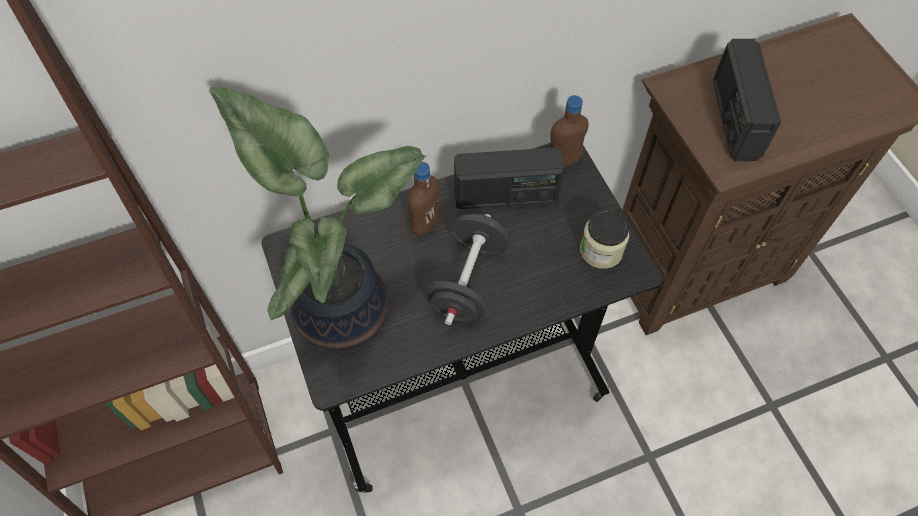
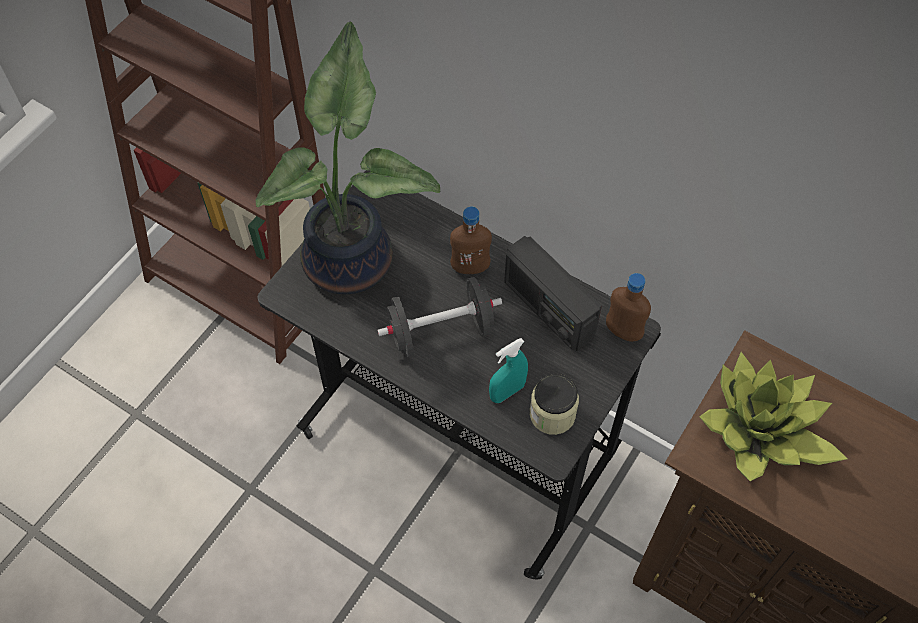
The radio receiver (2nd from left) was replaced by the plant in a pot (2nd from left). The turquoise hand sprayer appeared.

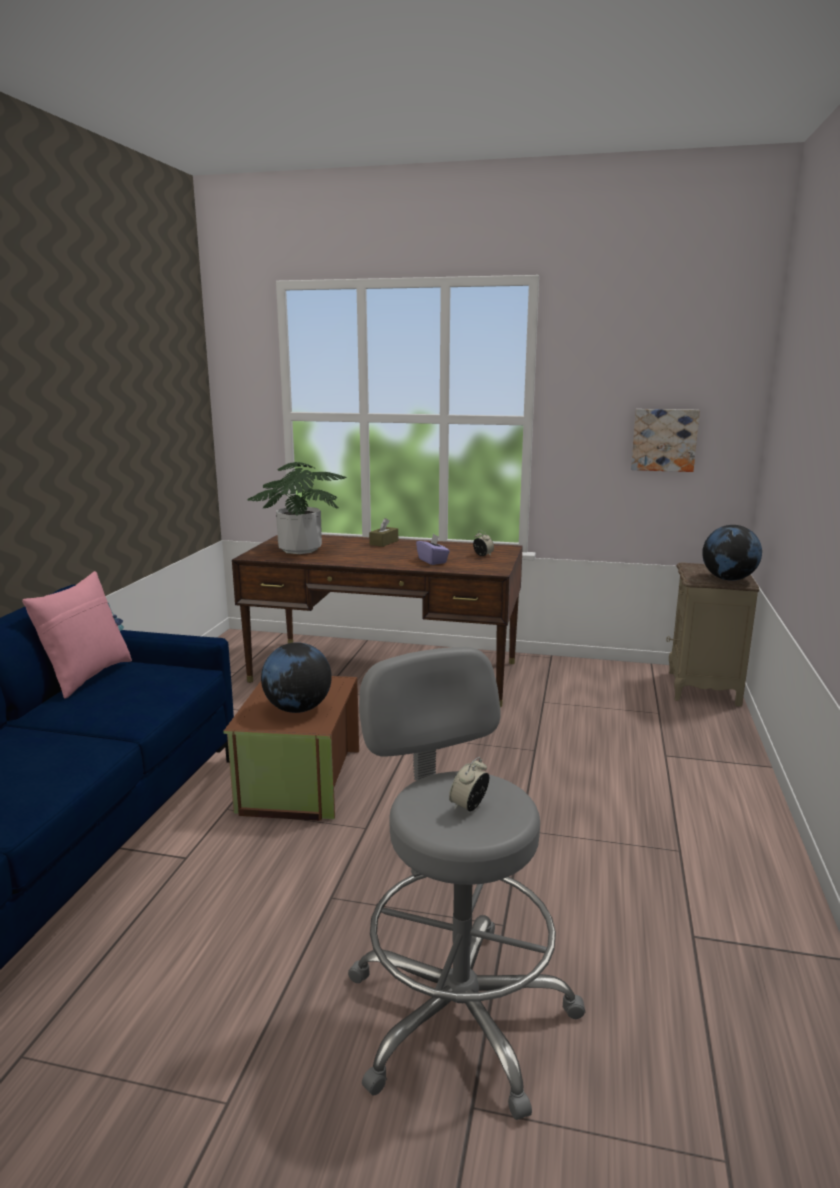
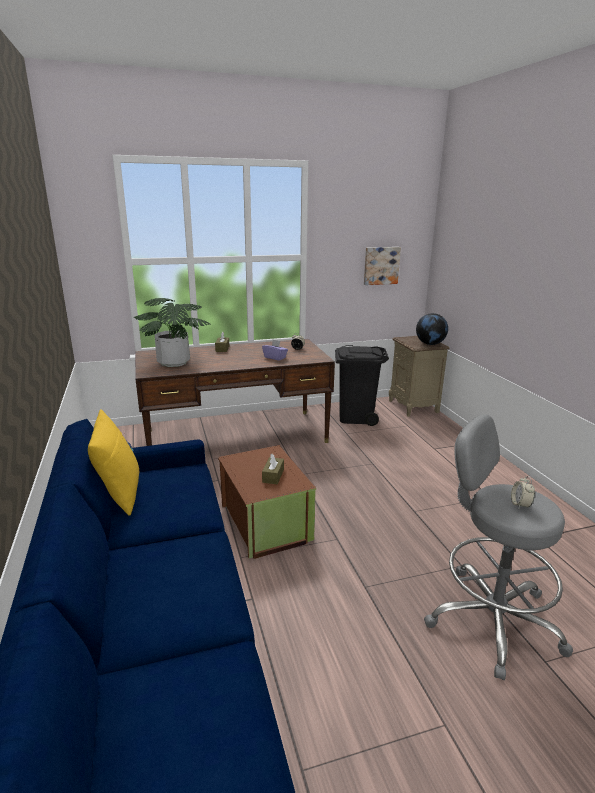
The pinkish cushion became the yellow-coloured cushion. The desk globe (1st from left) was replaced by the brownish tissue holder (2nd from left). The black-coloured rubbish bin appeared.

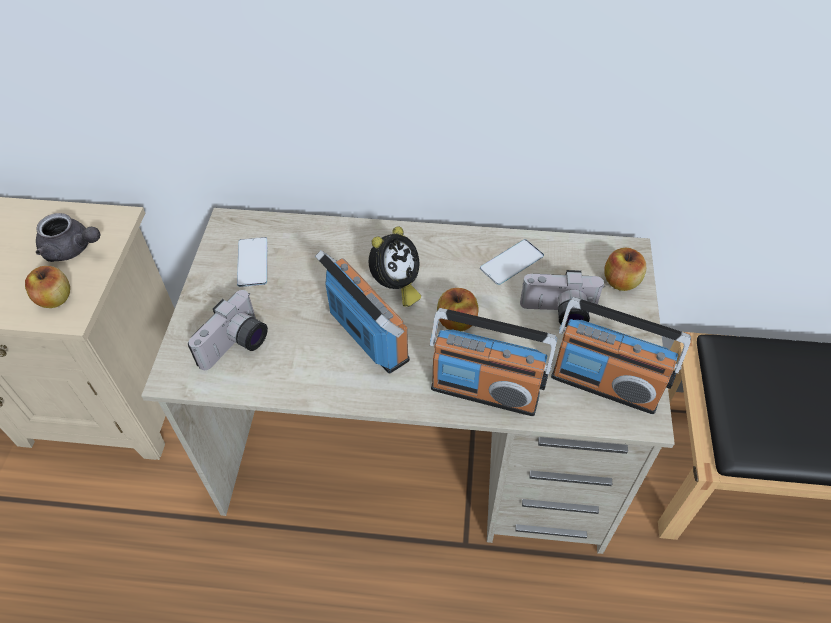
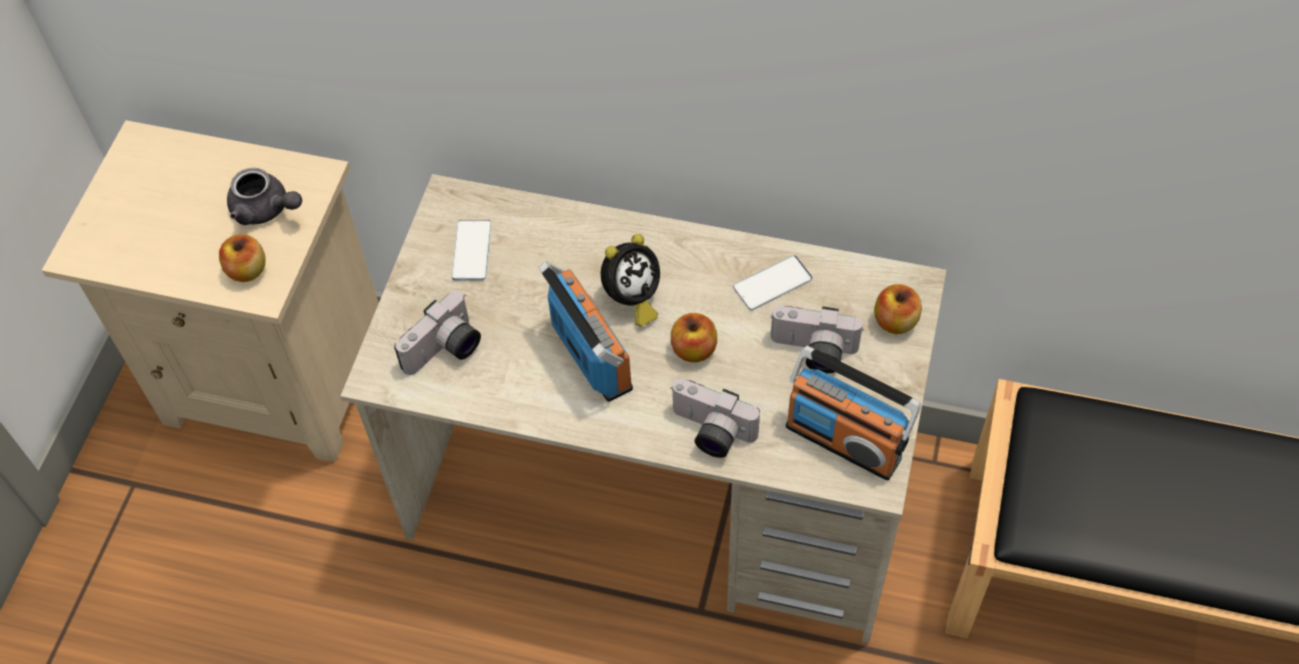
The radio receiver (2nd from left) was replaced by the still camera (2nd from left).

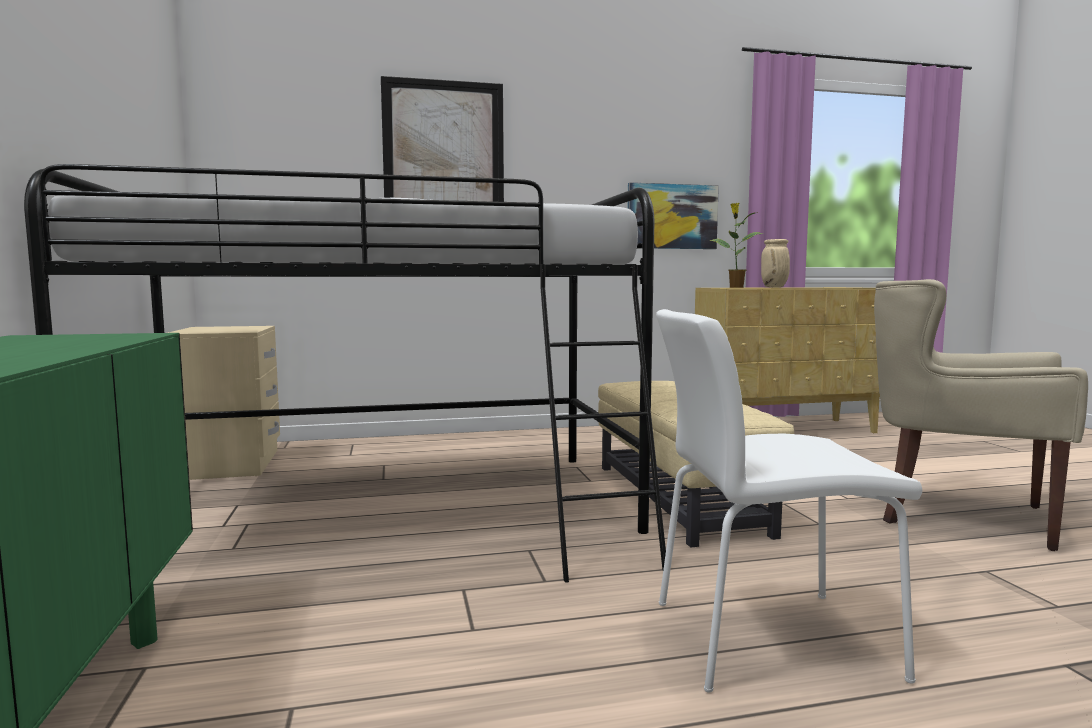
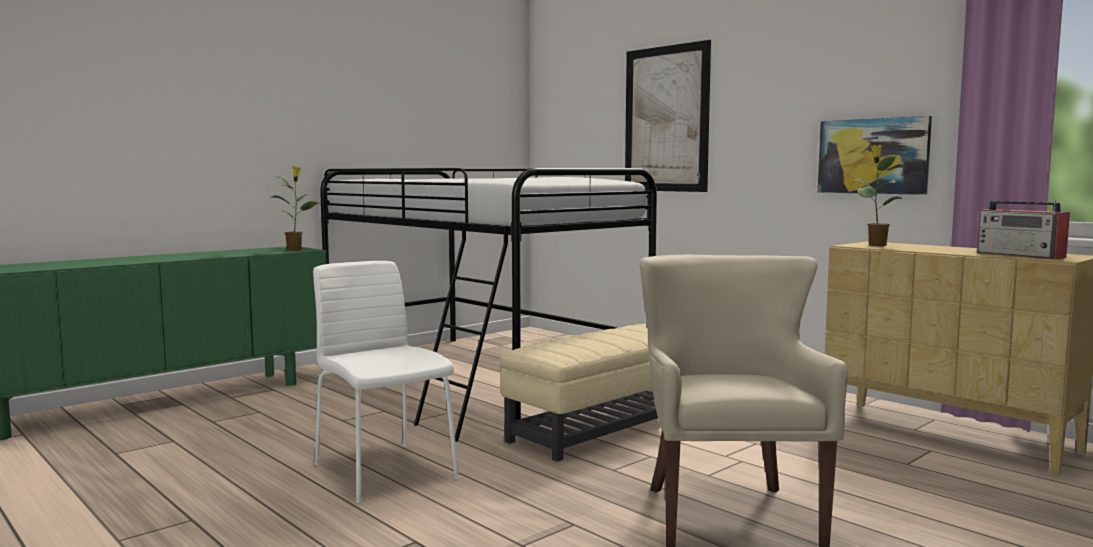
The sand-coloured vase disappeared. The sand-coloured nightstand disappeared. The plant in a pot (1st from left) appeared. The radio receiver appeared.

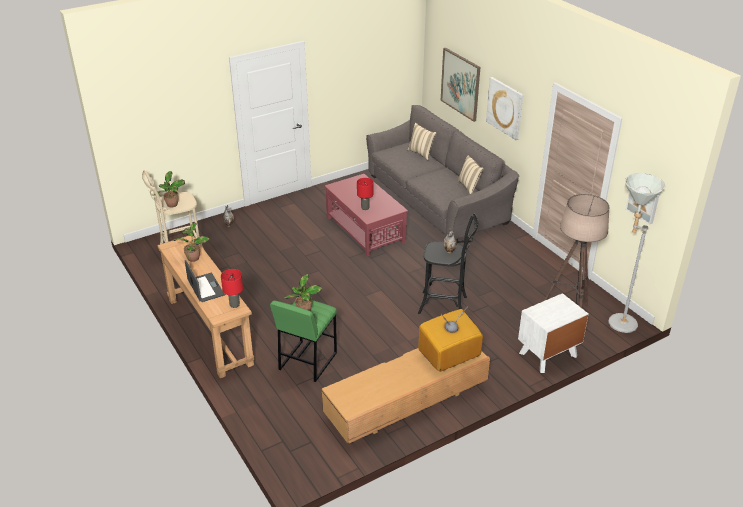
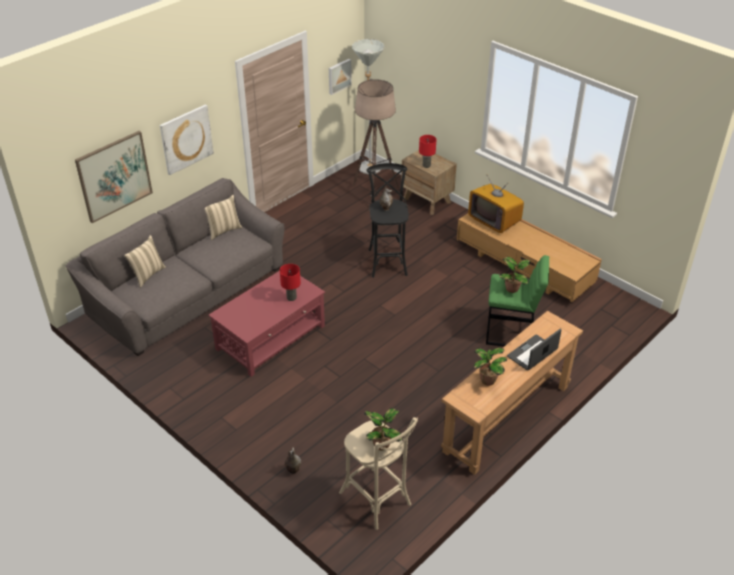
The red lamp for a table (1st from left in the first image) moved. The white nightstand became the brownish nightstand.

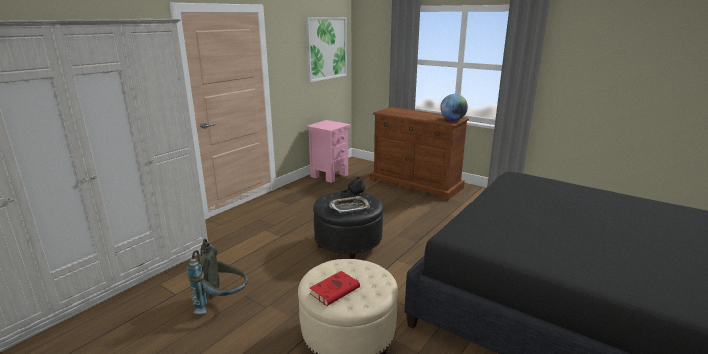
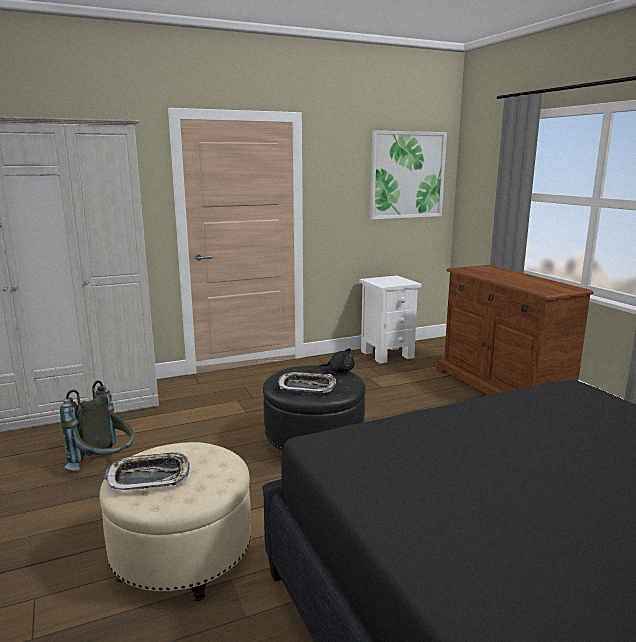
The desk globe disappeared. The pinkish nightstand became the white nightstand. The red volume was replaced by the serving tray (1st from left).

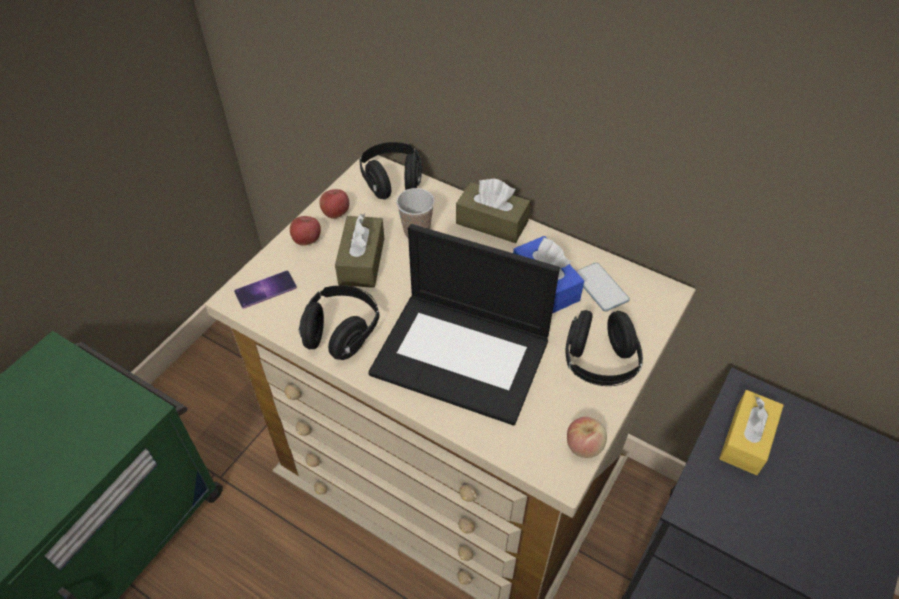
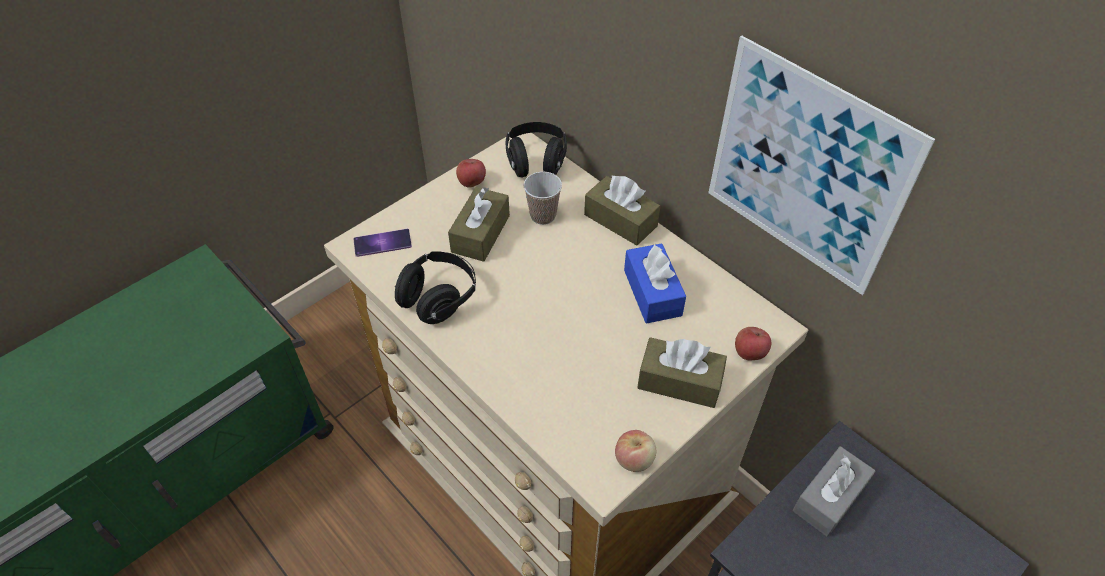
The whole apple (1st from left in the first image) moved. The notebook computer disappeared. The handset (2nd from left) disappeared. The black-coloured headphones (3rd from left) was replaced by the brownish tissue holder (3rd from left). The yellow-coloured tissue holder became the gray tissue holder. The wall art appeared.

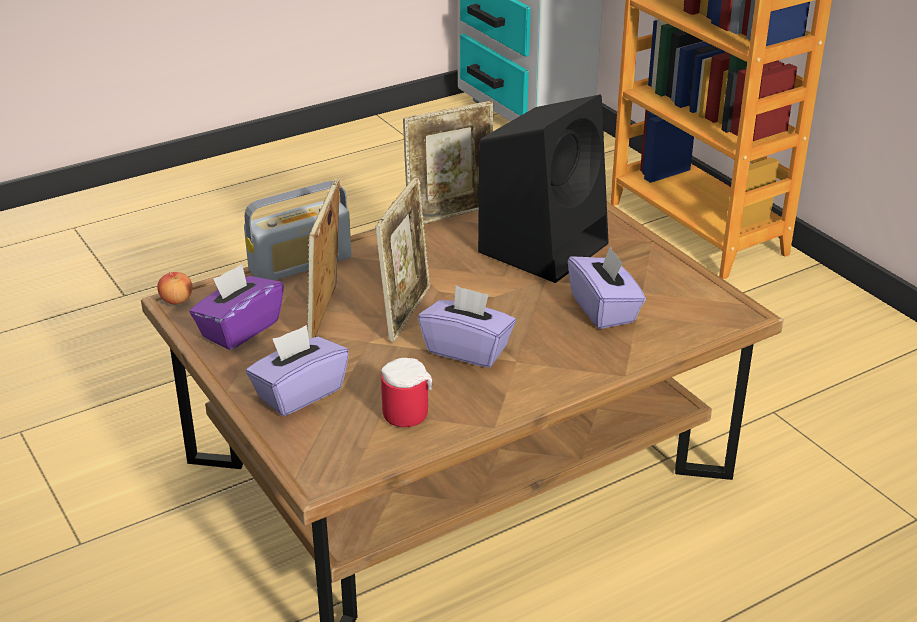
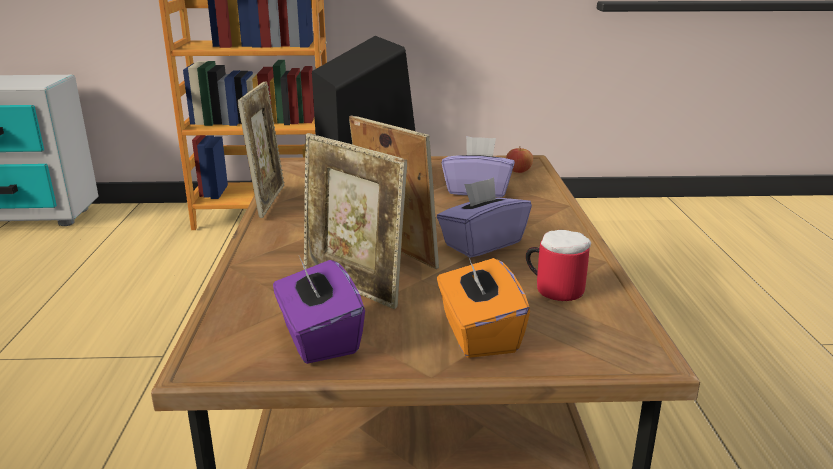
The radio receiver disappeared. The whole apple moved. The purple tissue holder (2nd from left) became the orangey tissue holder.

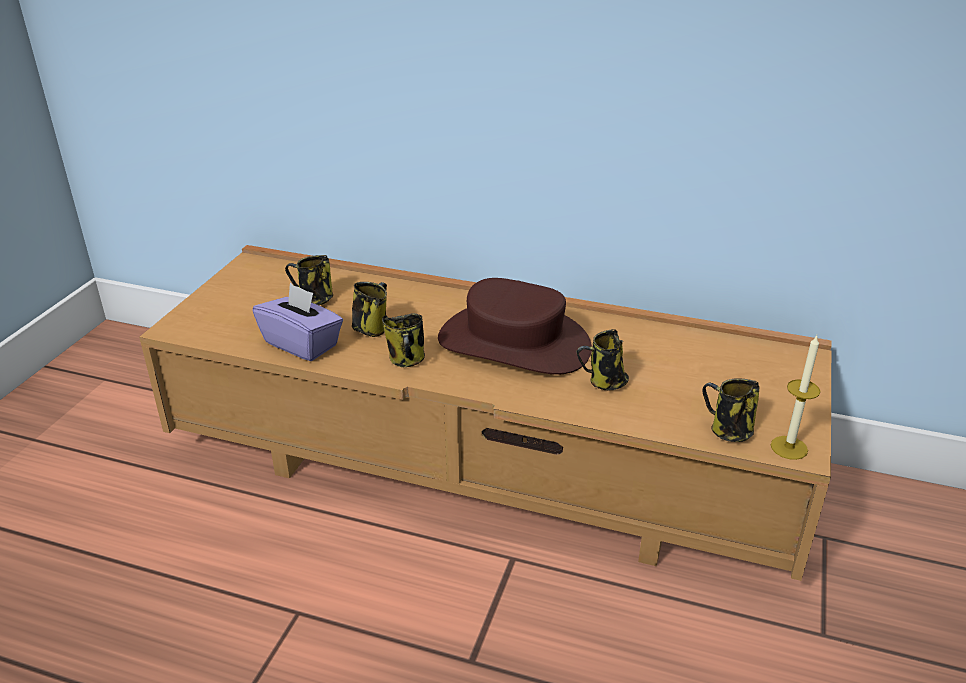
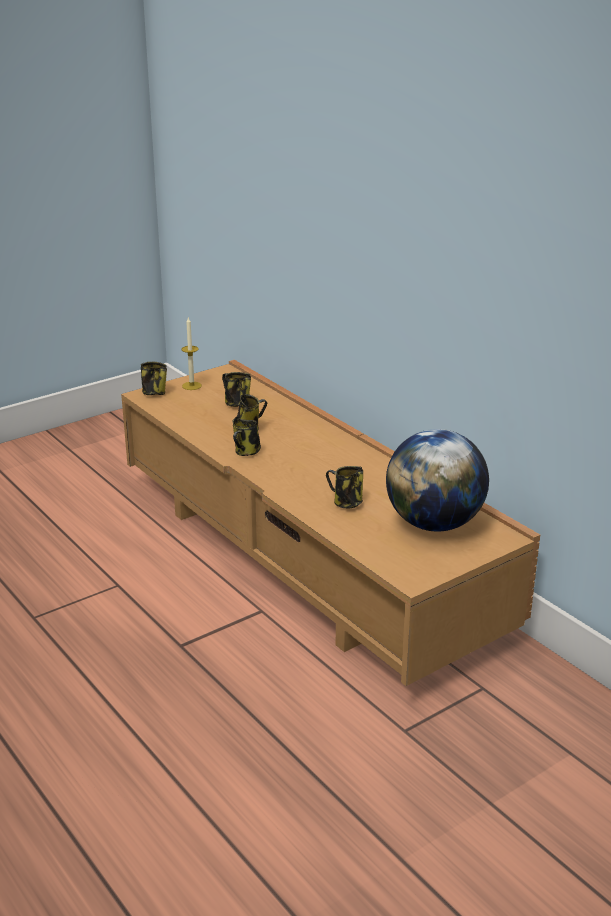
The brownish wearable hat disappeared. The purple tissue holder disappeared. The candle moved. The coffee mug (5th from left in the first image) moved. The desk globe appeared.

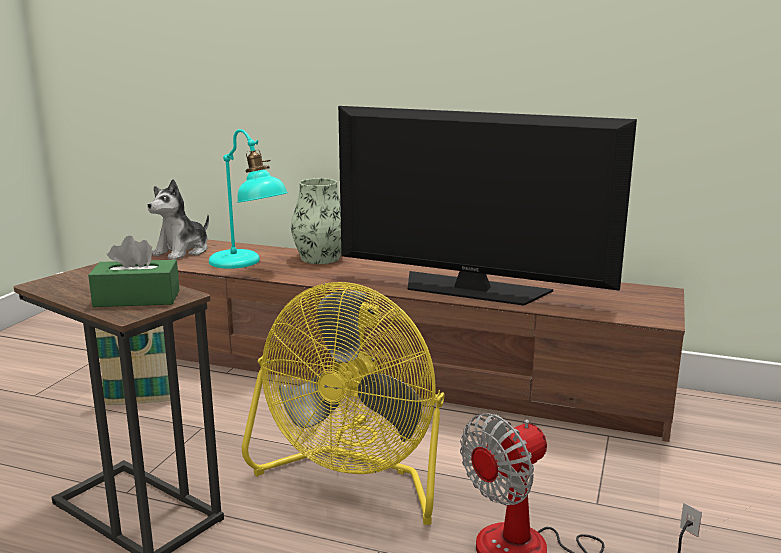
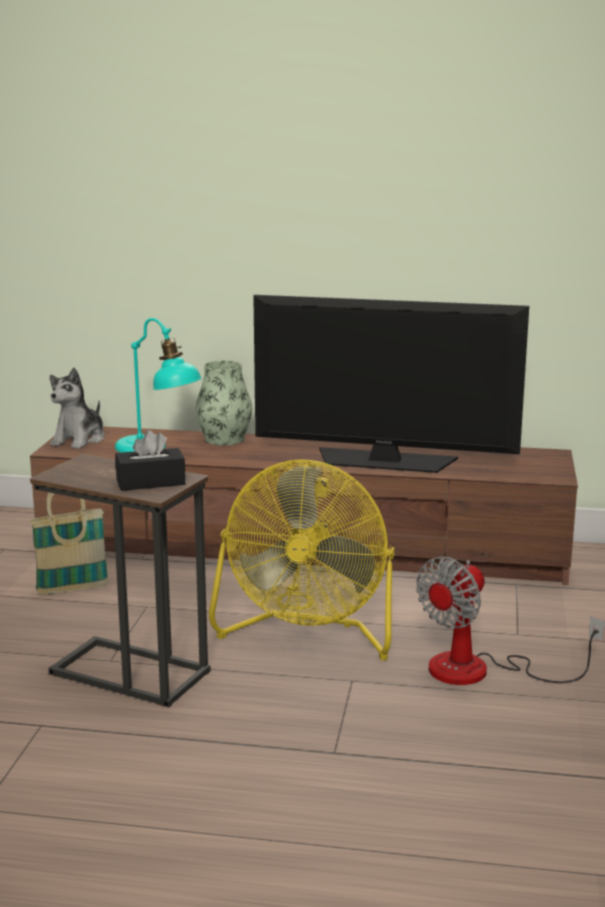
The green tissue holder became the black-coloured tissue holder.

